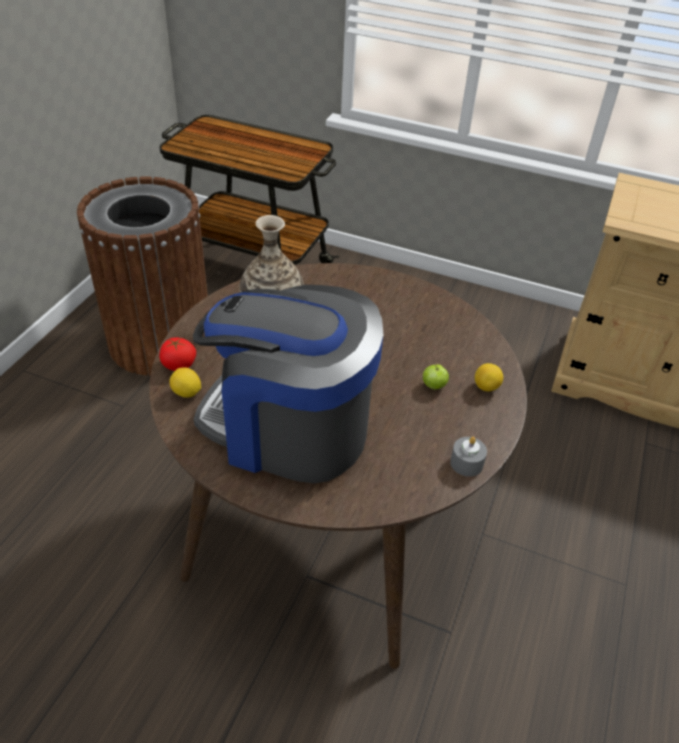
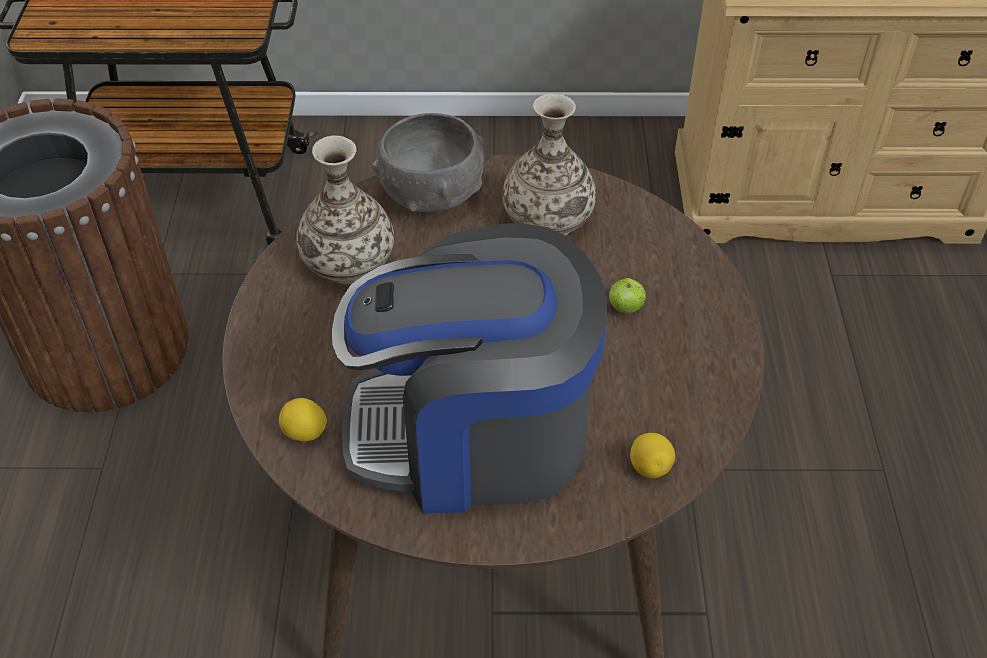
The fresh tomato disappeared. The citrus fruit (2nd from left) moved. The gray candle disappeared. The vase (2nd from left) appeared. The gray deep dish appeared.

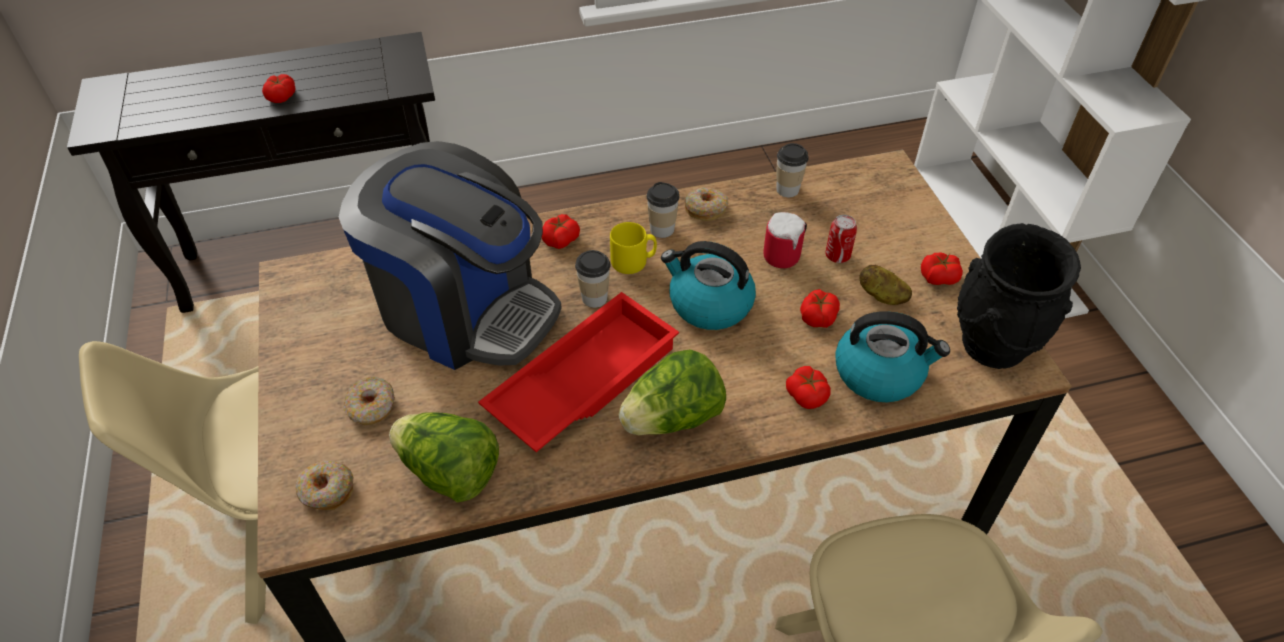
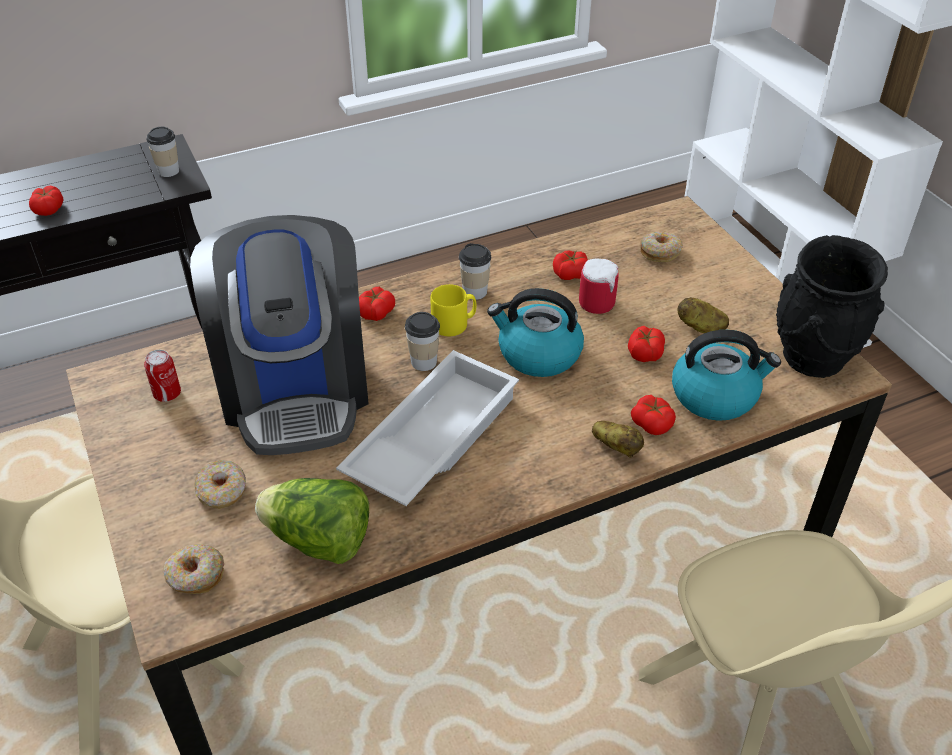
The coffee brewer turned 60 degrees clockwise. The small cup (3rd from left in the first image) moved. The donut (3rd from left) moved. The metal can moved. The fresh tomato (5th from left in the first image) moved. The red serving tray became the white serving tray. The lettuce (2nd from left) disappeared. The whole potato (1st from left) appeared.

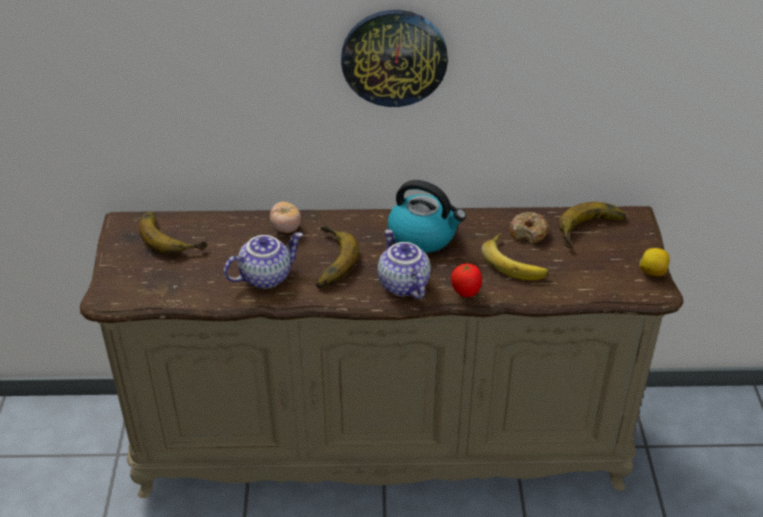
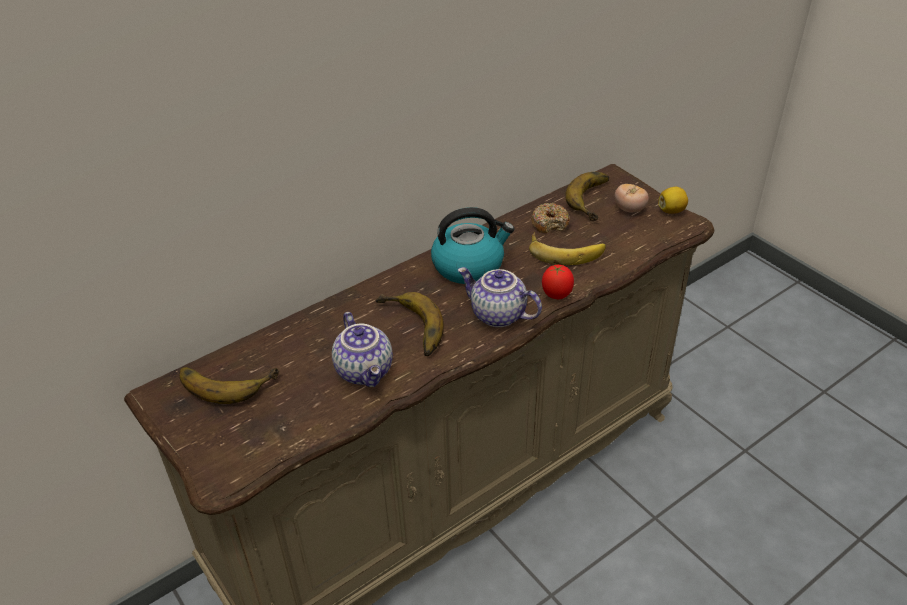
The clock on the wall disappeared. The fresh tomato (1st from left in the first image) moved. The teapot (1st from left) turned 135 degrees clockwise.

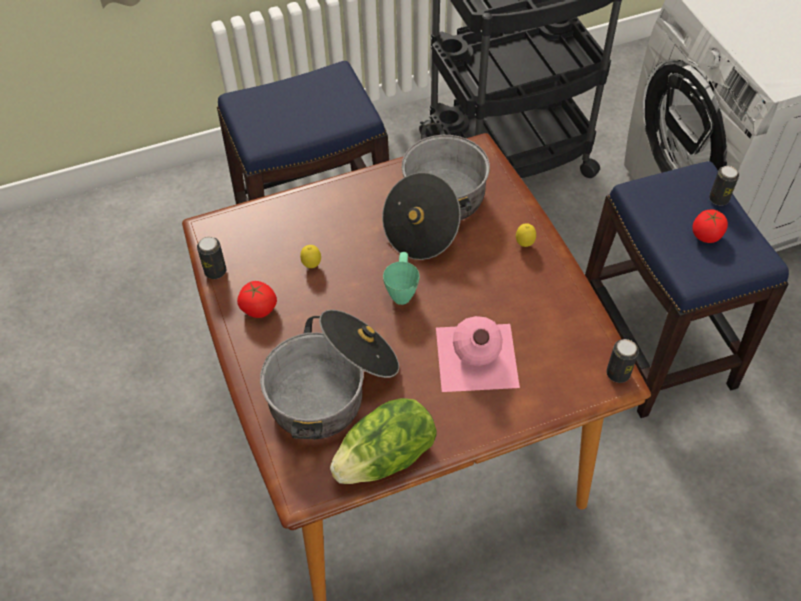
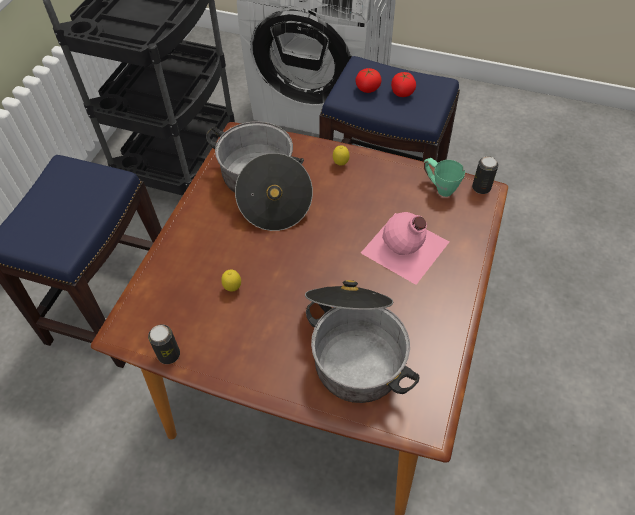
The metal can (3rd from left) disappeared. The green coffee mug moved. The fresh tomato (1st from left) moved. The lettuce disappeared.

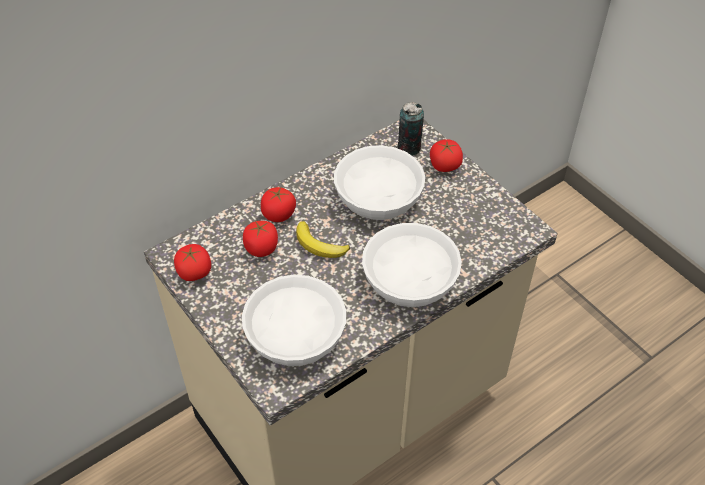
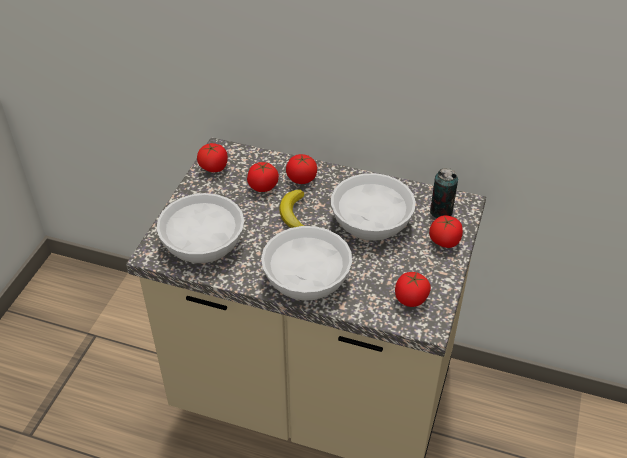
The fresh tomato (4th from left) appeared.

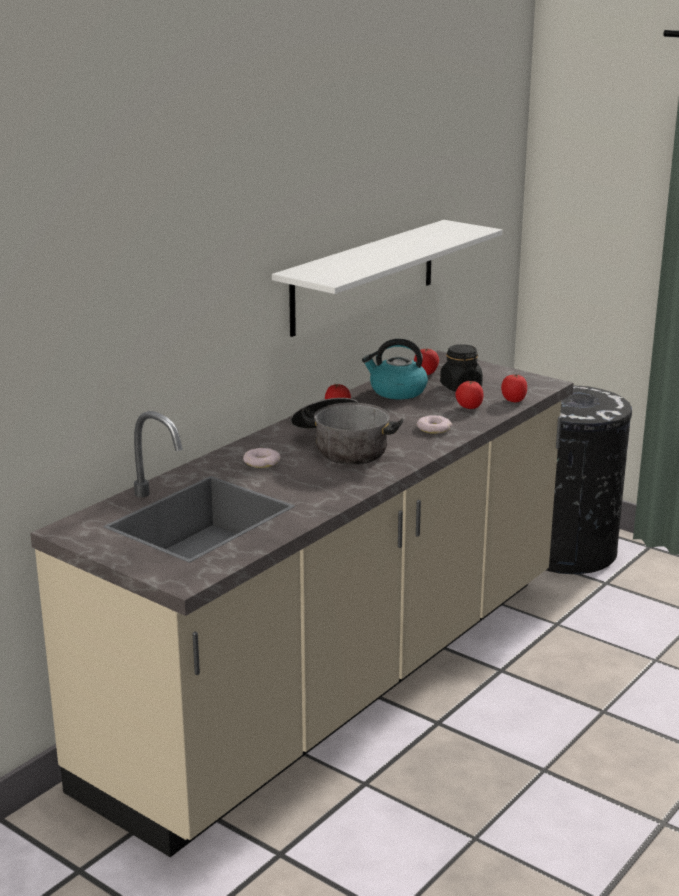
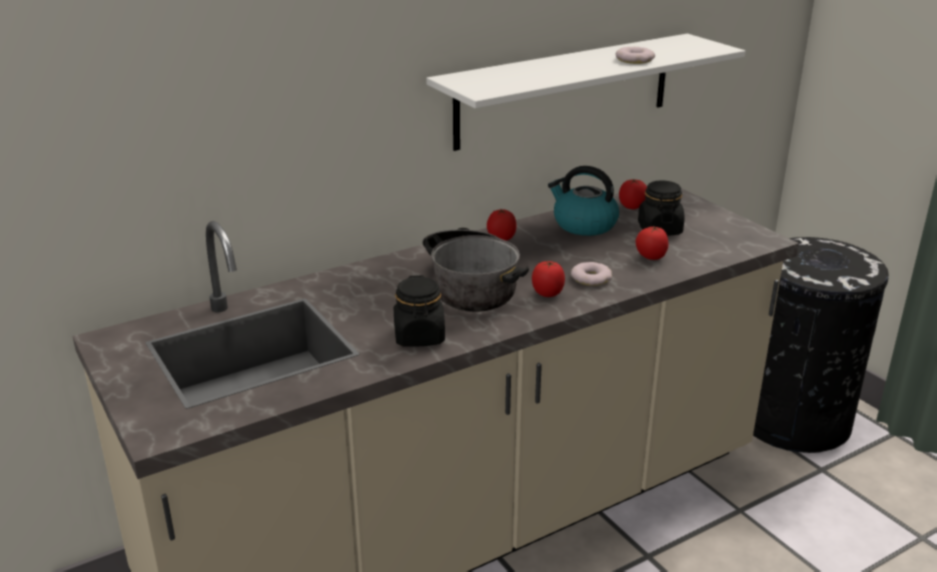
The fresh tomato (4th from left in the first image) moved. The donut (1st from left in the first image) moved. The black-coloured preserve jar (1st from left) appeared.

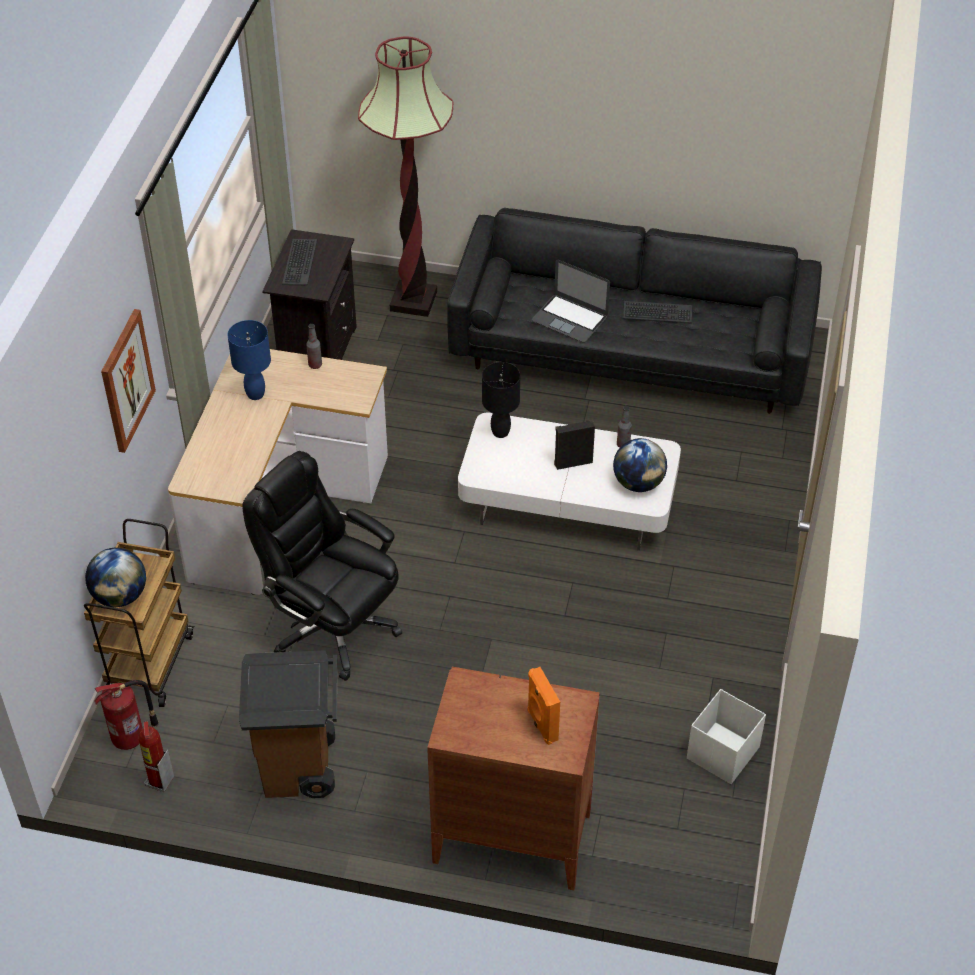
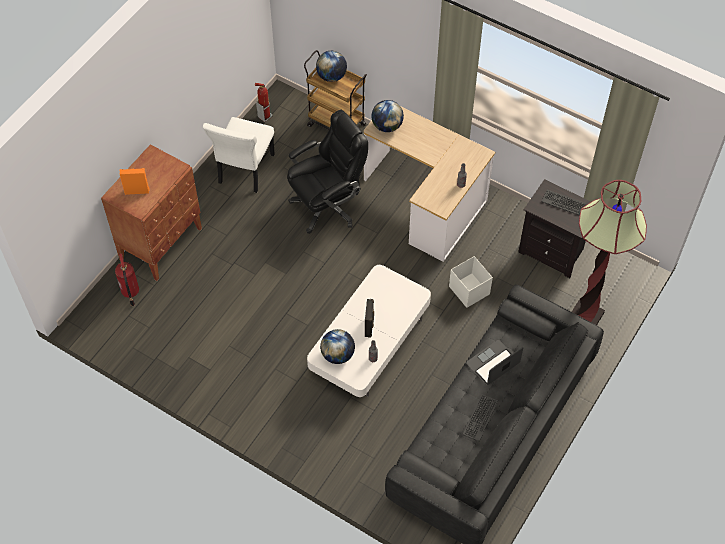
The wall art disappeared. The bluish lamp for a table disappeared. The black-coloured lamp for a table disappeared. The brownish rubbish bin was replaced by the white chair. The fire extinguisher (1st from left) moved. The white storage box moved. The desk globe (3rd from left) appeared.

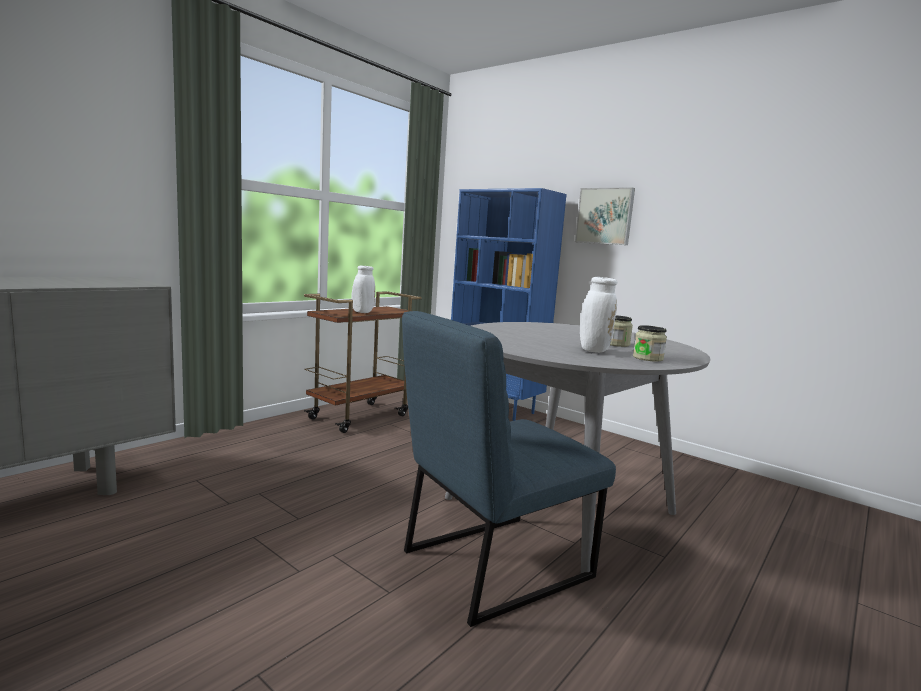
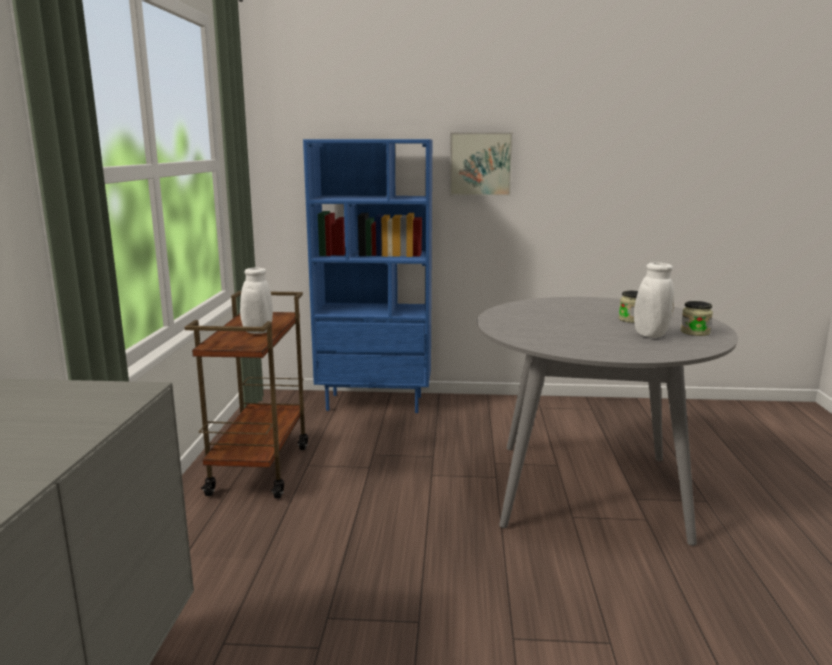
The bluish chair disappeared.

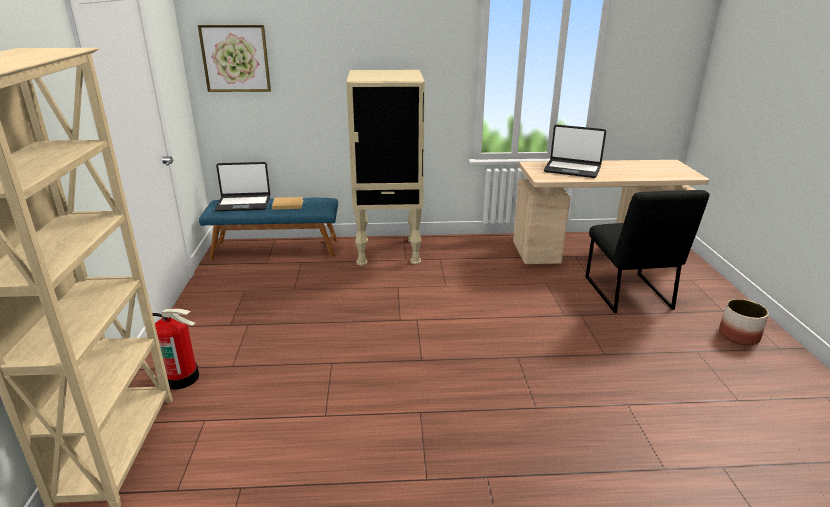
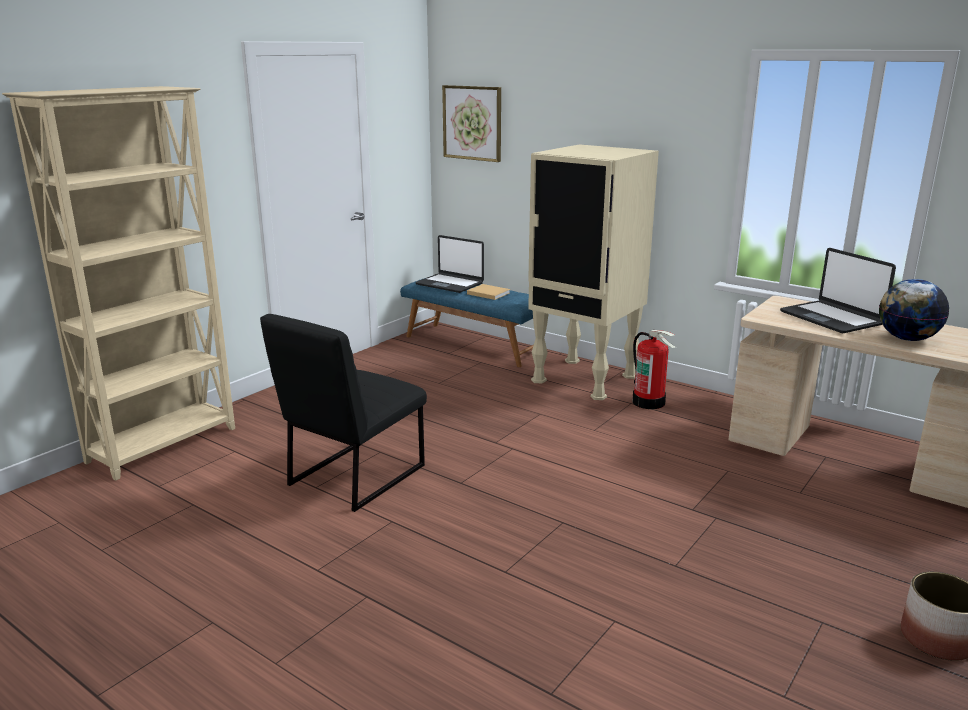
The black-coloured chair moved. The fire extinguisher moved. The desk globe appeared.

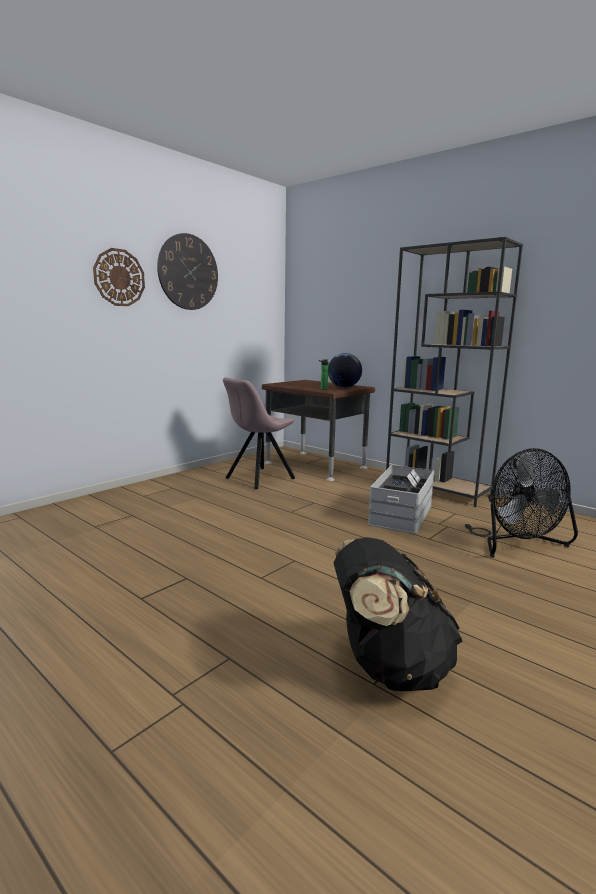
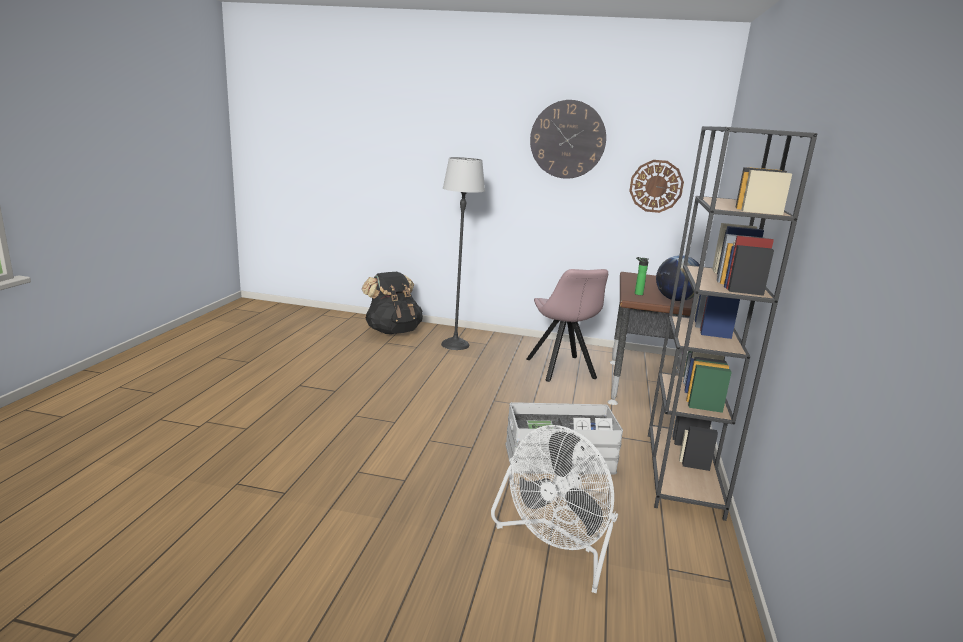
The clock on the wall (1st from left in the first image) moved. The pinkish chair turned 120 degrees counterclockwise. The black-coloured electric fan became the white electric fan. The black-coloured knapsack moved. The standing lamp appeared.

